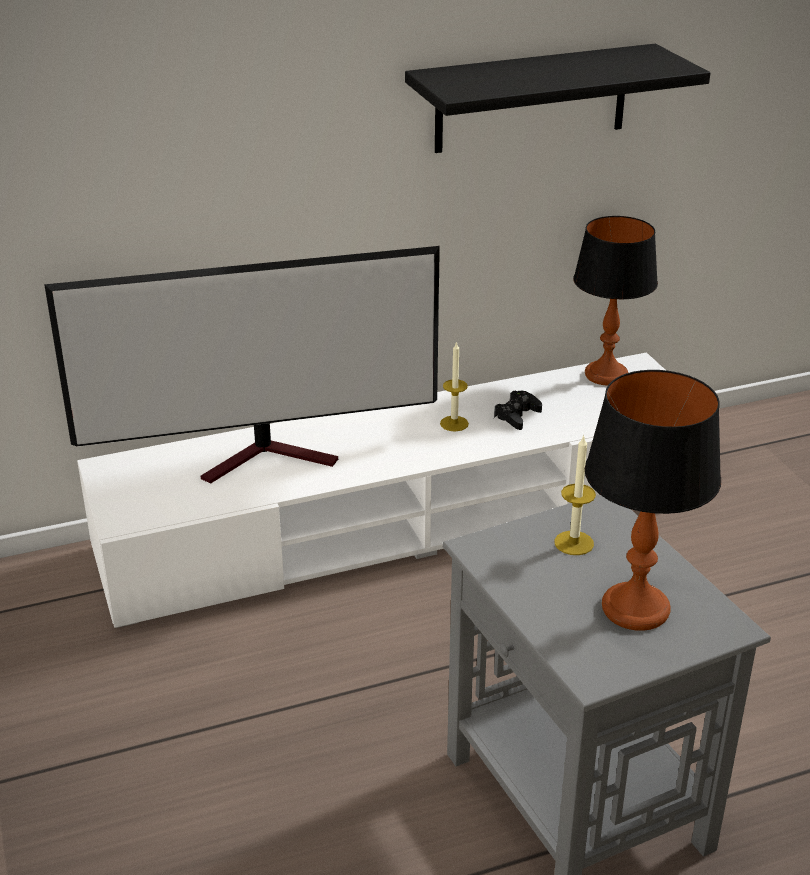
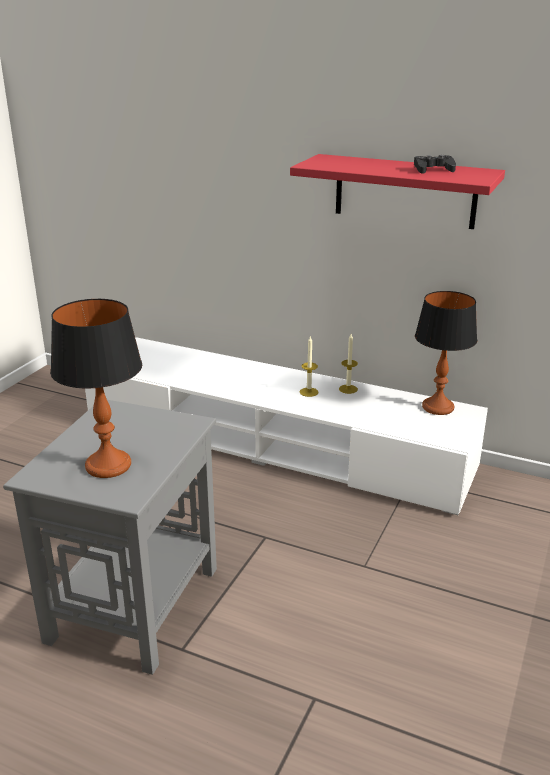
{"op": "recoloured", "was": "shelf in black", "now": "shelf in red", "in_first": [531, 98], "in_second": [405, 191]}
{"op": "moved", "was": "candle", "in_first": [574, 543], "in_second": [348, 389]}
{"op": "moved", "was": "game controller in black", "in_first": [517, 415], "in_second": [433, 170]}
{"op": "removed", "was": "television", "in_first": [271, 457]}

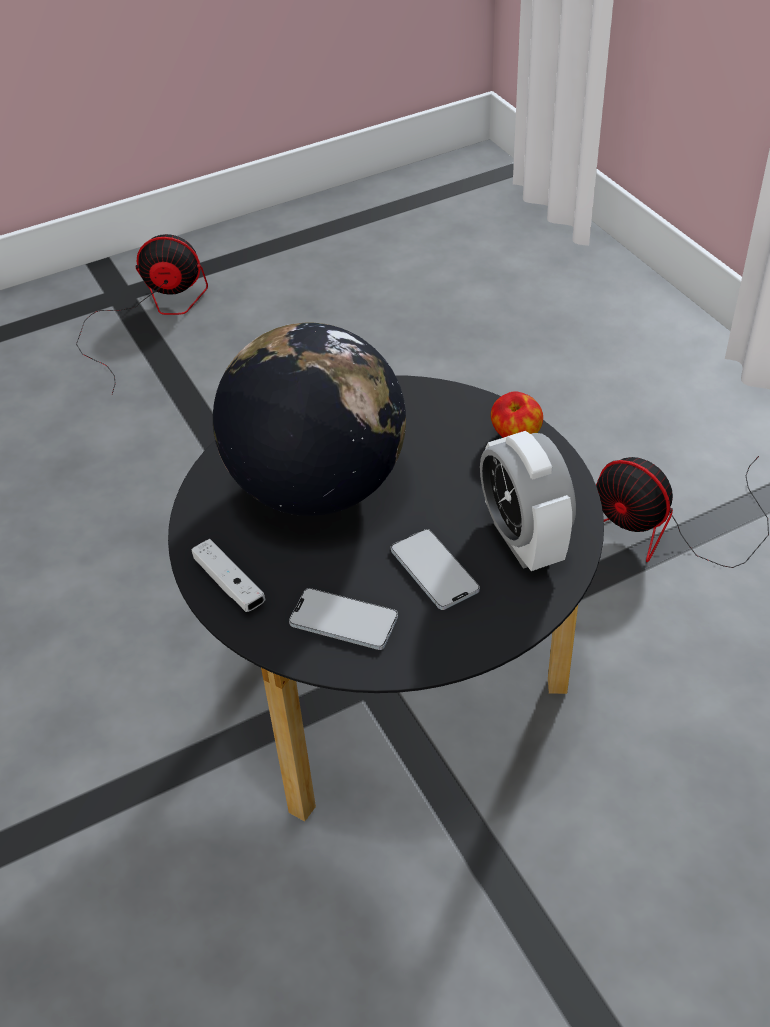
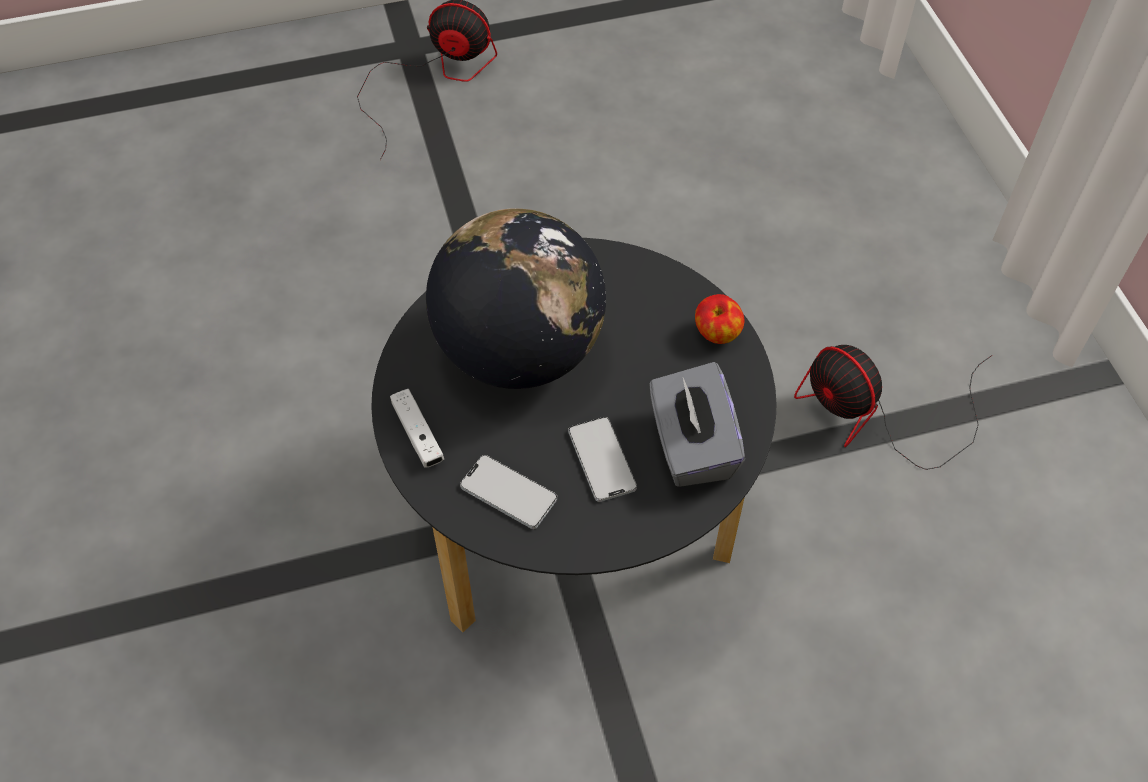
{"op": "replaced", "was": "alarm clock", "now": "tissue box in grey", "in_first": [523, 540], "in_second": [691, 446]}

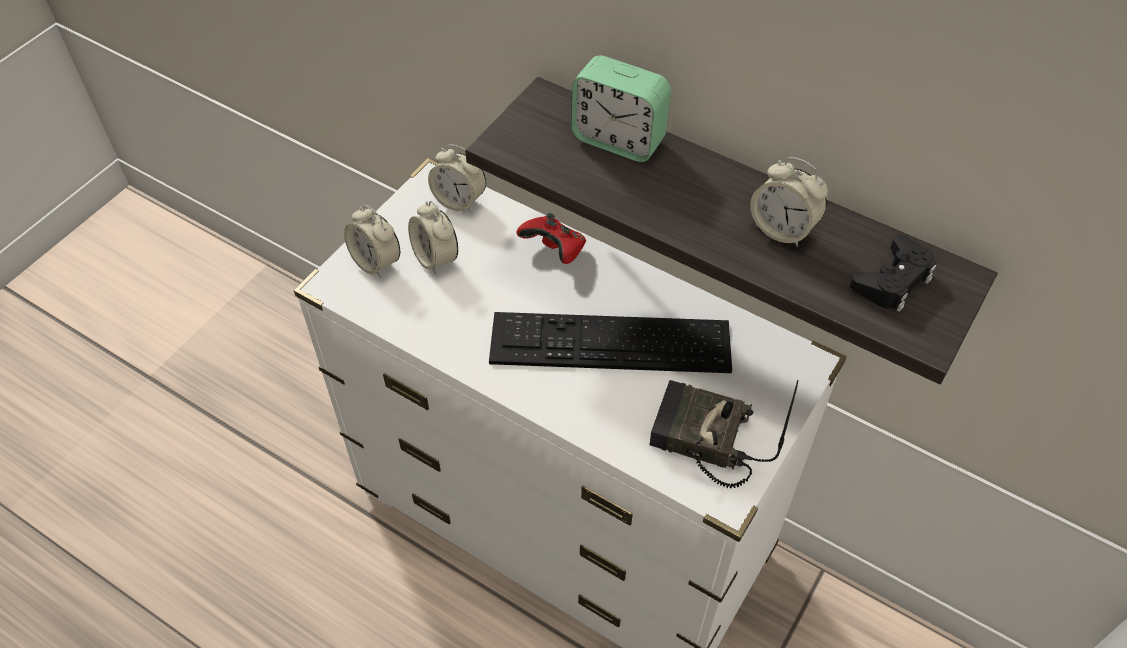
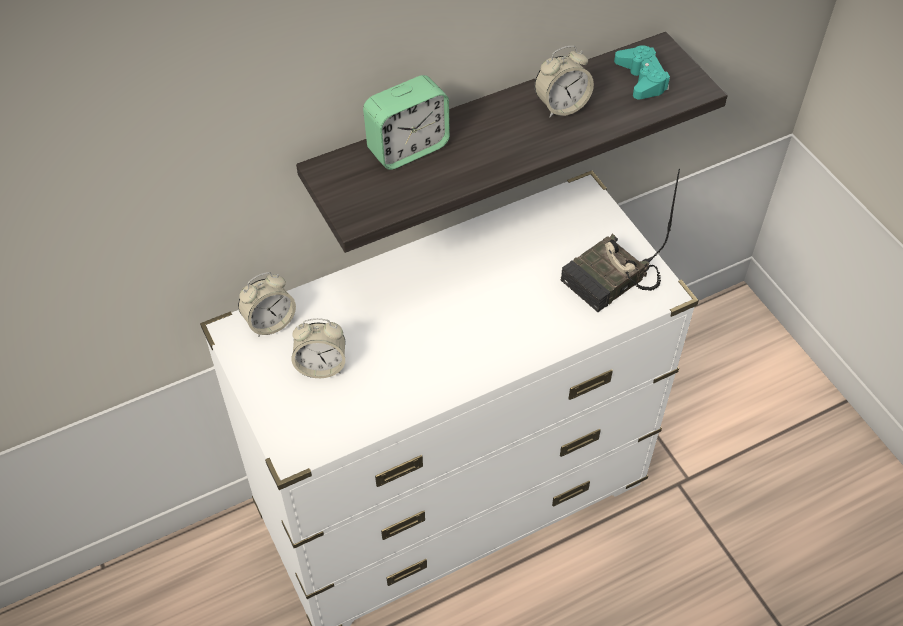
{"op": "recoloured", "was": "game controller in black", "now": "game controller in turquoise", "in_first": [893, 280], "in_second": [642, 78]}
{"op": "removed", "was": "alarm clock", "in_first": [376, 262]}
{"op": "removed", "was": "keyboard", "in_first": [610, 342]}
{"op": "removed", "was": "game controller in red", "in_first": [555, 249]}

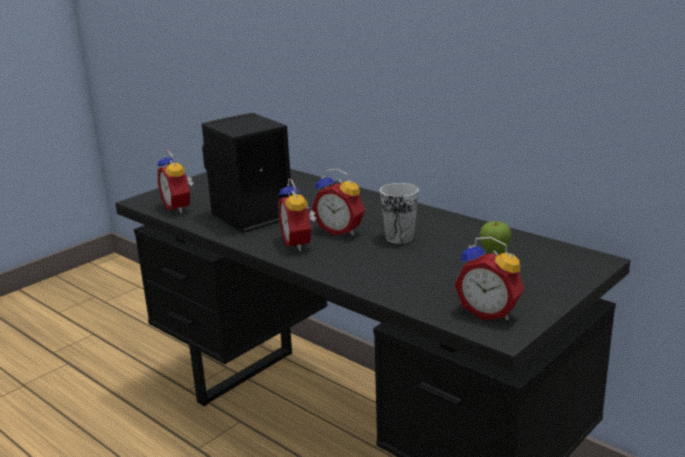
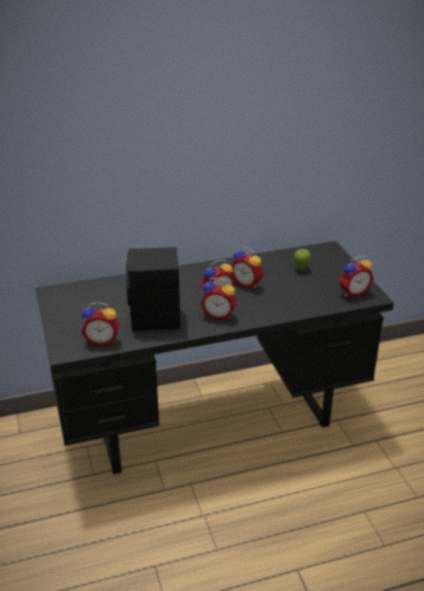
{"op": "replaced", "was": "cup", "now": "alarm clock", "in_first": [399, 238], "in_second": [247, 283]}

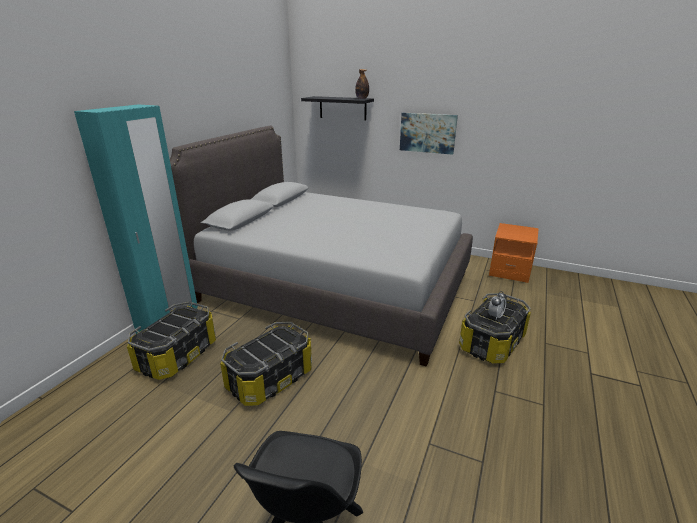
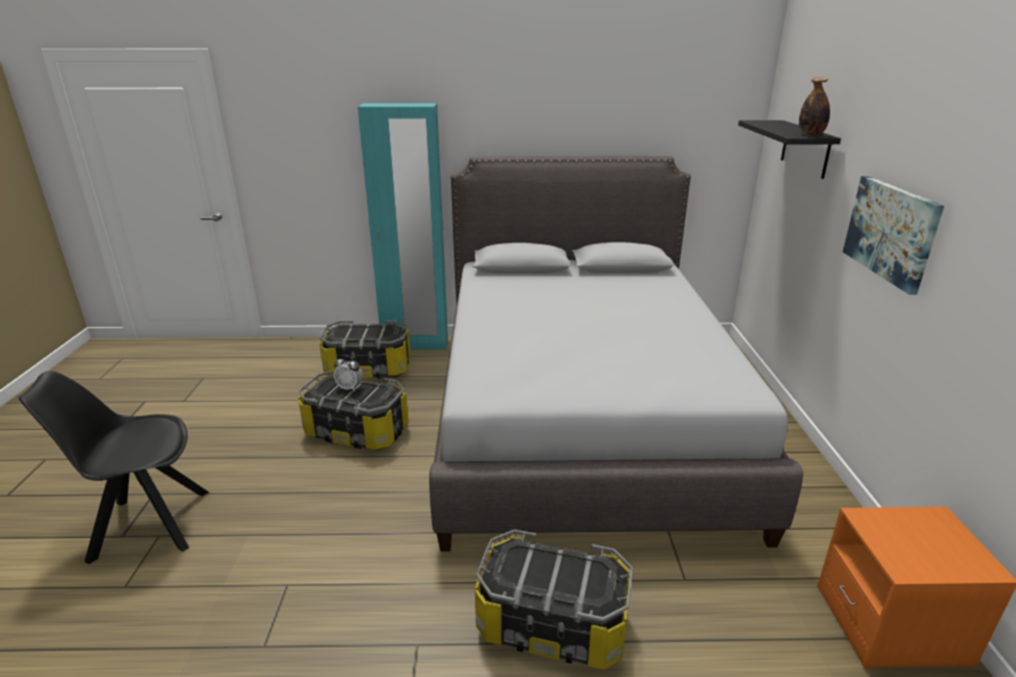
{"op": "moved", "was": "alarm clock", "in_first": [495, 316], "in_second": [349, 387]}

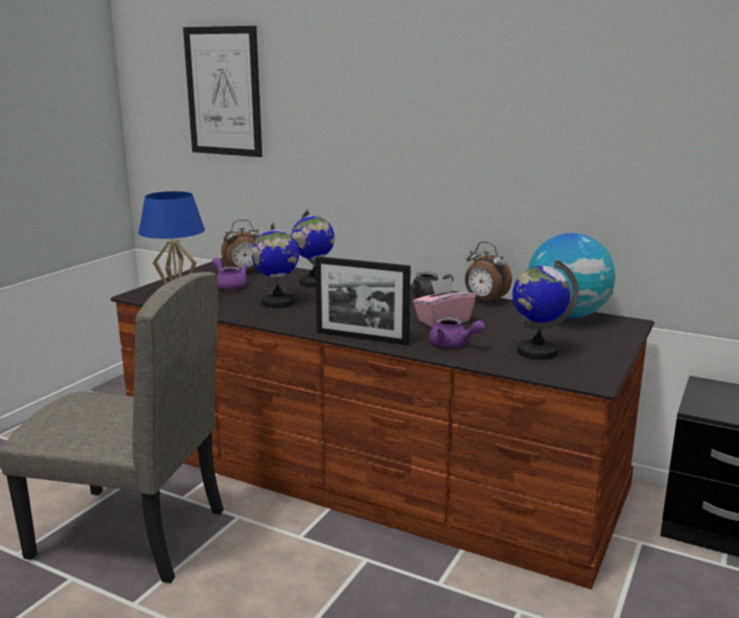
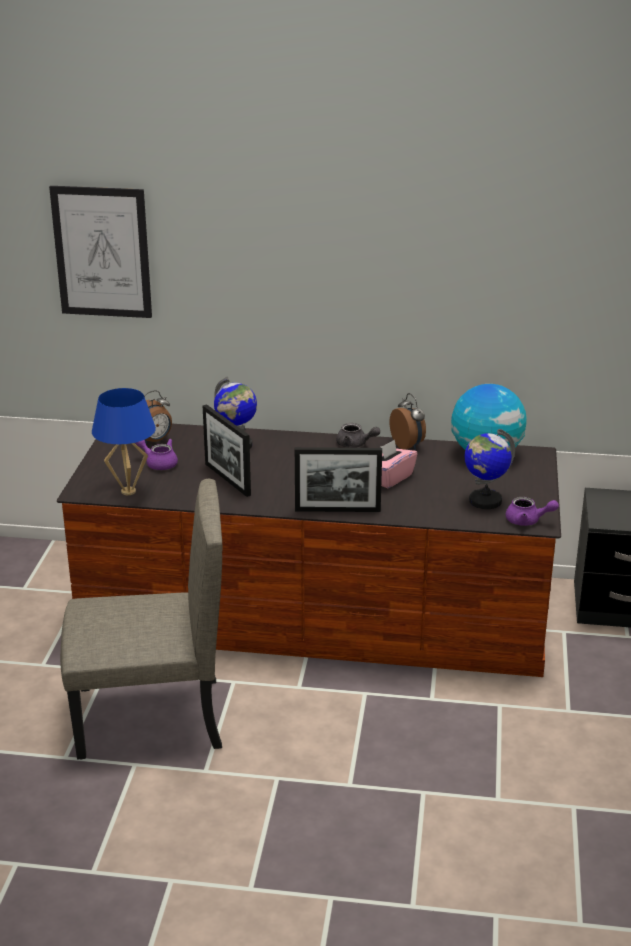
{"op": "replaced", "was": "globe", "now": "picture frame", "in_first": [277, 302], "in_second": [227, 479]}
{"op": "turned", "was": "alarm clock", "in_first": [484, 301], "in_second": [408, 445], "clockwise": -135}
{"op": "moved", "was": "teapot in purple", "in_first": [453, 344], "in_second": [527, 521]}

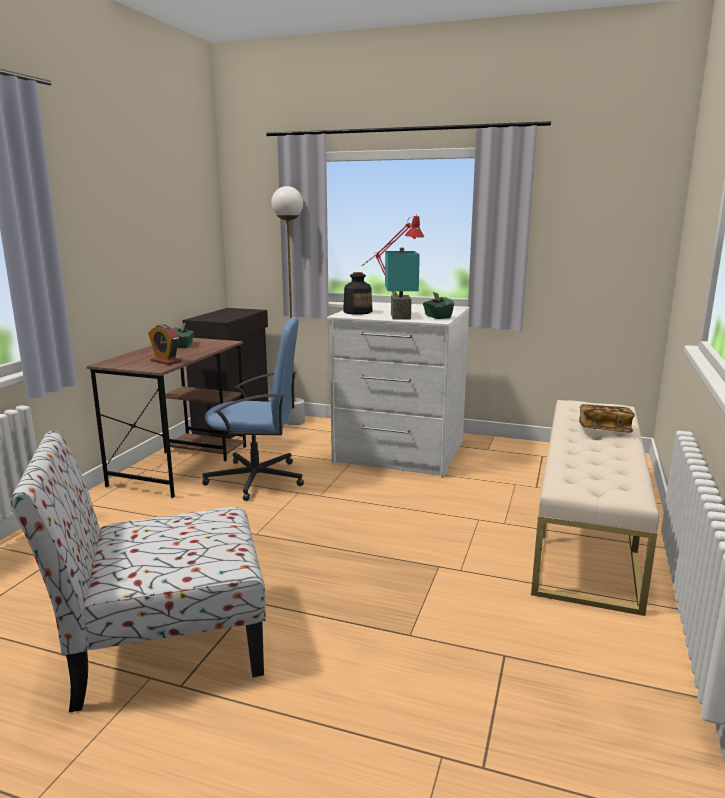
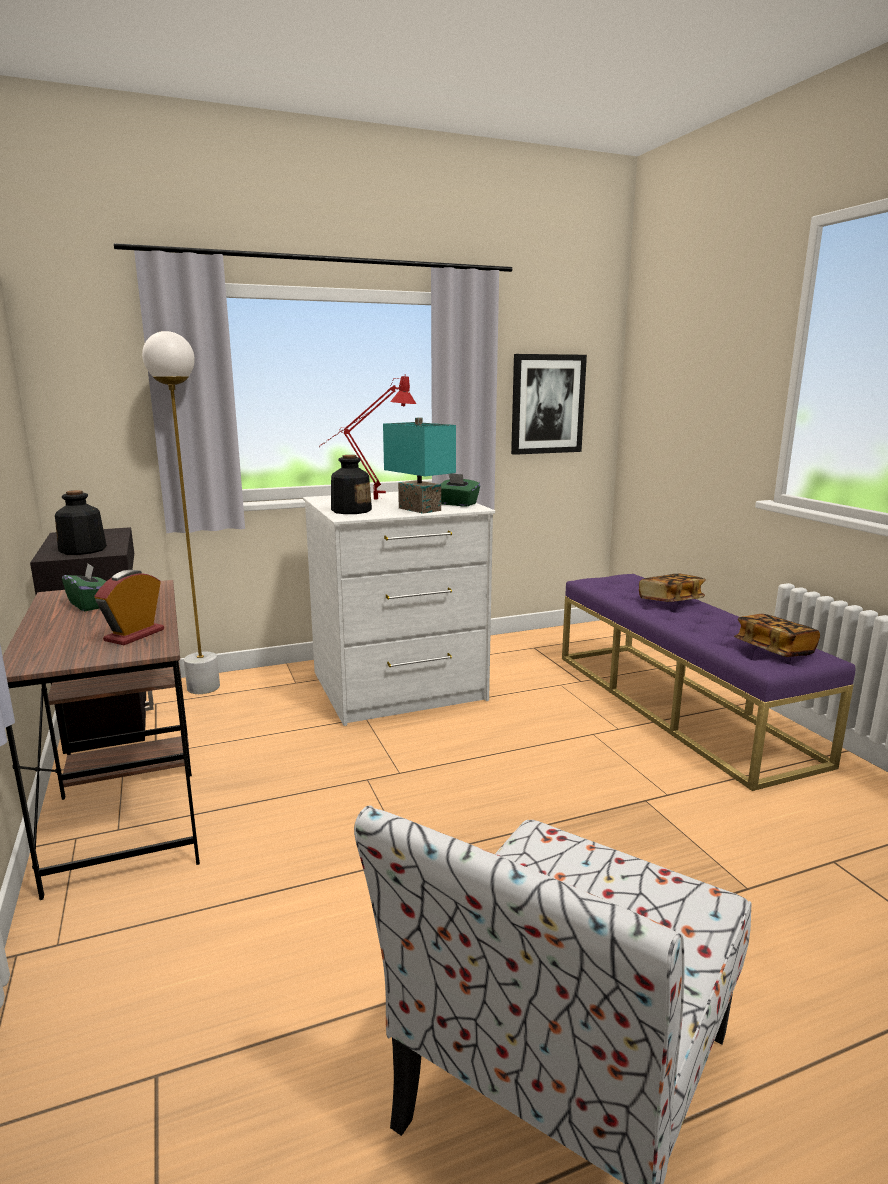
{"op": "added", "now": "bottle", "in_second": [83, 550]}
{"op": "turned", "was": "alarm clock", "in_first": [165, 361], "in_second": [134, 635], "clockwise": 120}
{"op": "added", "now": "picture", "in_second": [547, 404]}
{"op": "recoloured", "was": "bench in beige", "now": "bench in purple", "in_first": [587, 526], "in_second": [678, 705]}
{"op": "added", "now": "book", "in_second": [774, 650]}
{"op": "removed", "was": "office chair in blue", "in_first": [257, 479]}

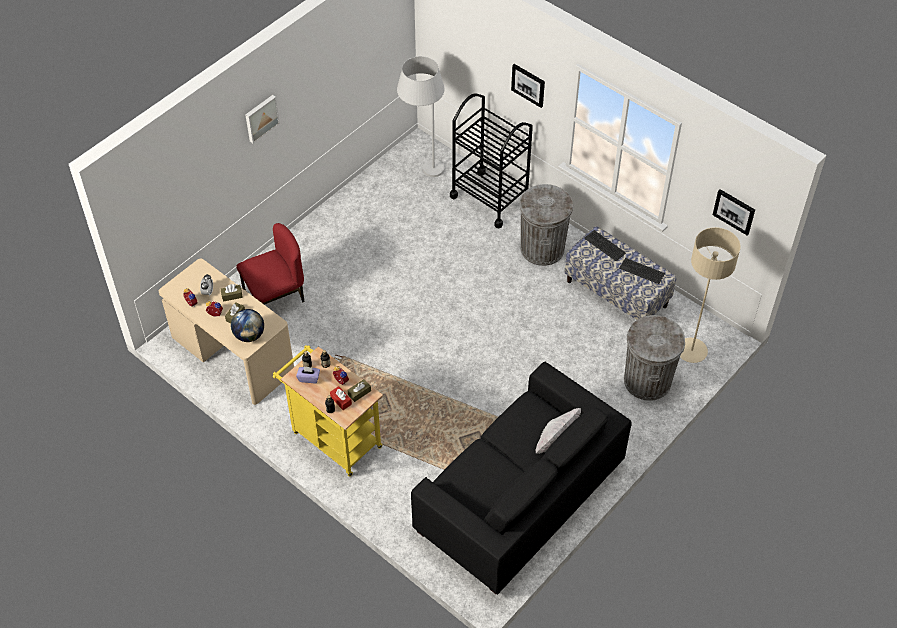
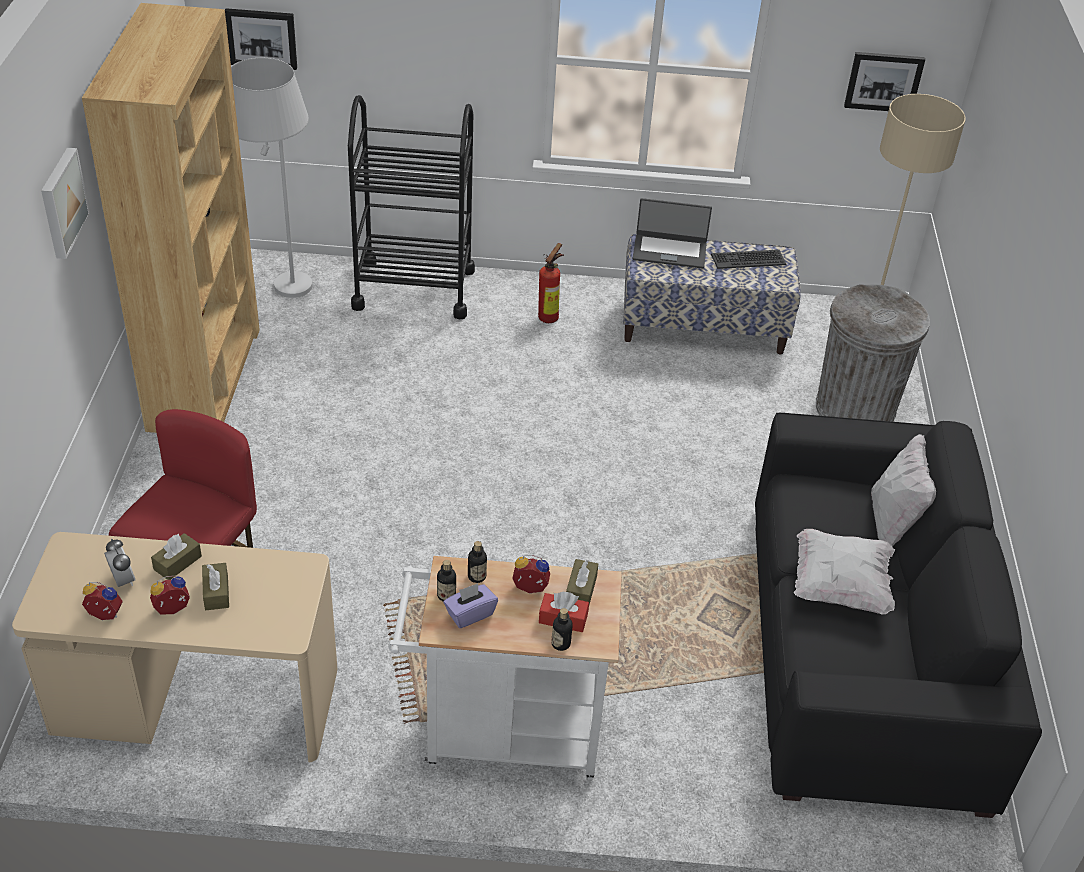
{"op": "added", "now": "bookcase in brown", "in_second": [205, 378]}
{"op": "moved", "was": "picture", "in_first": [528, 85], "in_second": [261, 38]}
{"op": "recoloured", "was": "cart in yellow", "now": "cart in white", "in_first": [332, 437], "in_second": [501, 734]}
{"op": "replaced", "was": "trash can in grey", "now": "fire extinguisher", "in_first": [542, 248], "in_second": [550, 317]}
{"op": "replaced", "was": "keyboard", "now": "laptop", "in_first": [605, 245], "in_second": [669, 251]}
{"op": "added", "now": "pillow in white", "in_second": [839, 586]}
{"op": "removed", "was": "globe", "in_first": [249, 335]}

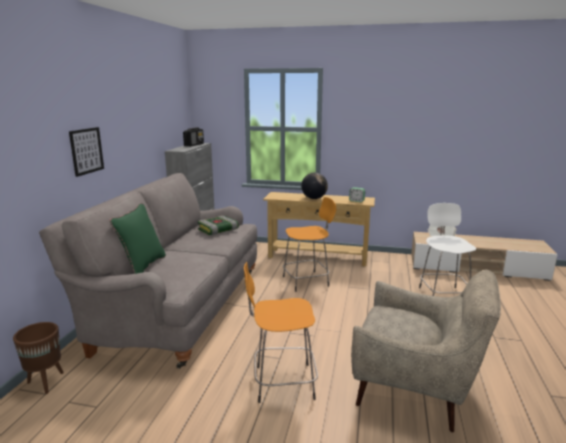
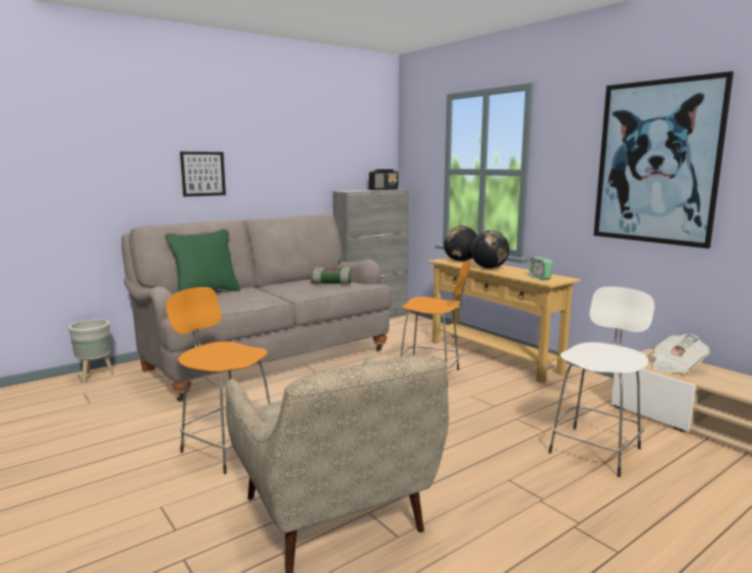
{"op": "recoloured", "was": "planter in brown", "now": "planter in grey", "in_first": [46, 382], "in_second": [95, 376]}
{"op": "added", "now": "globe", "in_second": [460, 261]}
{"op": "added", "now": "picture", "in_second": [656, 162]}

